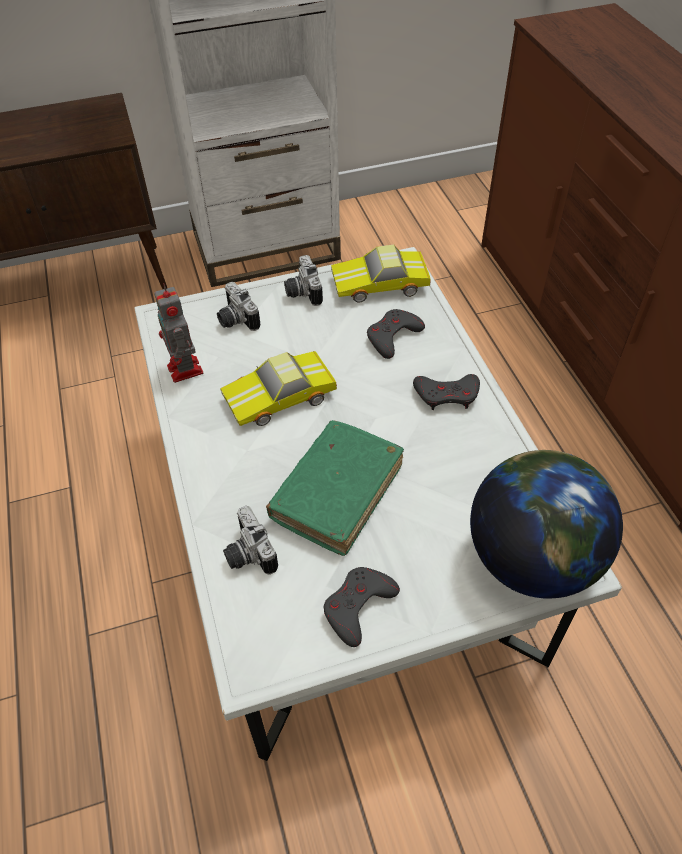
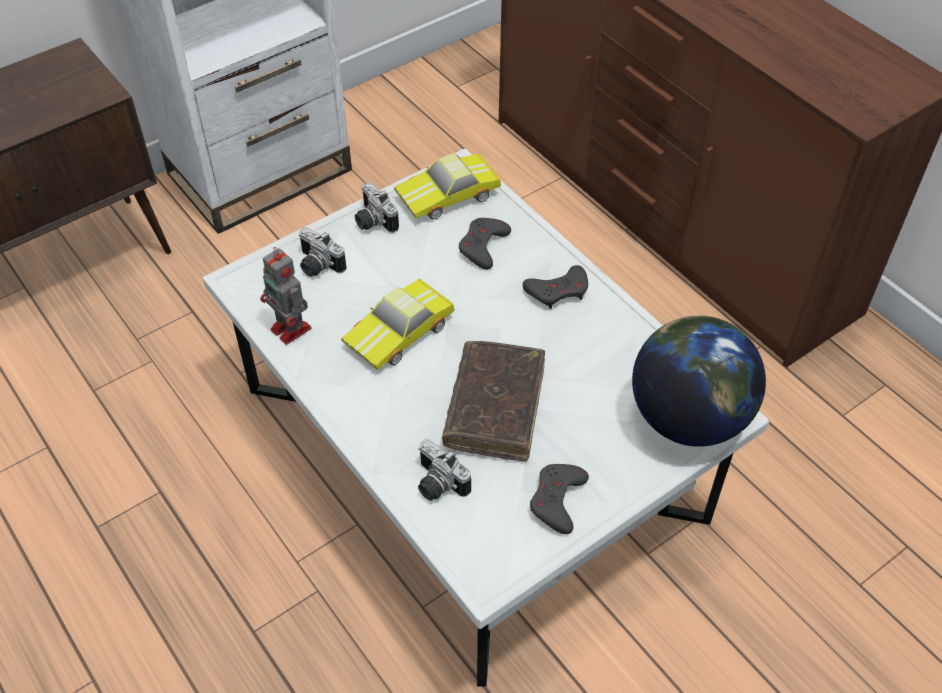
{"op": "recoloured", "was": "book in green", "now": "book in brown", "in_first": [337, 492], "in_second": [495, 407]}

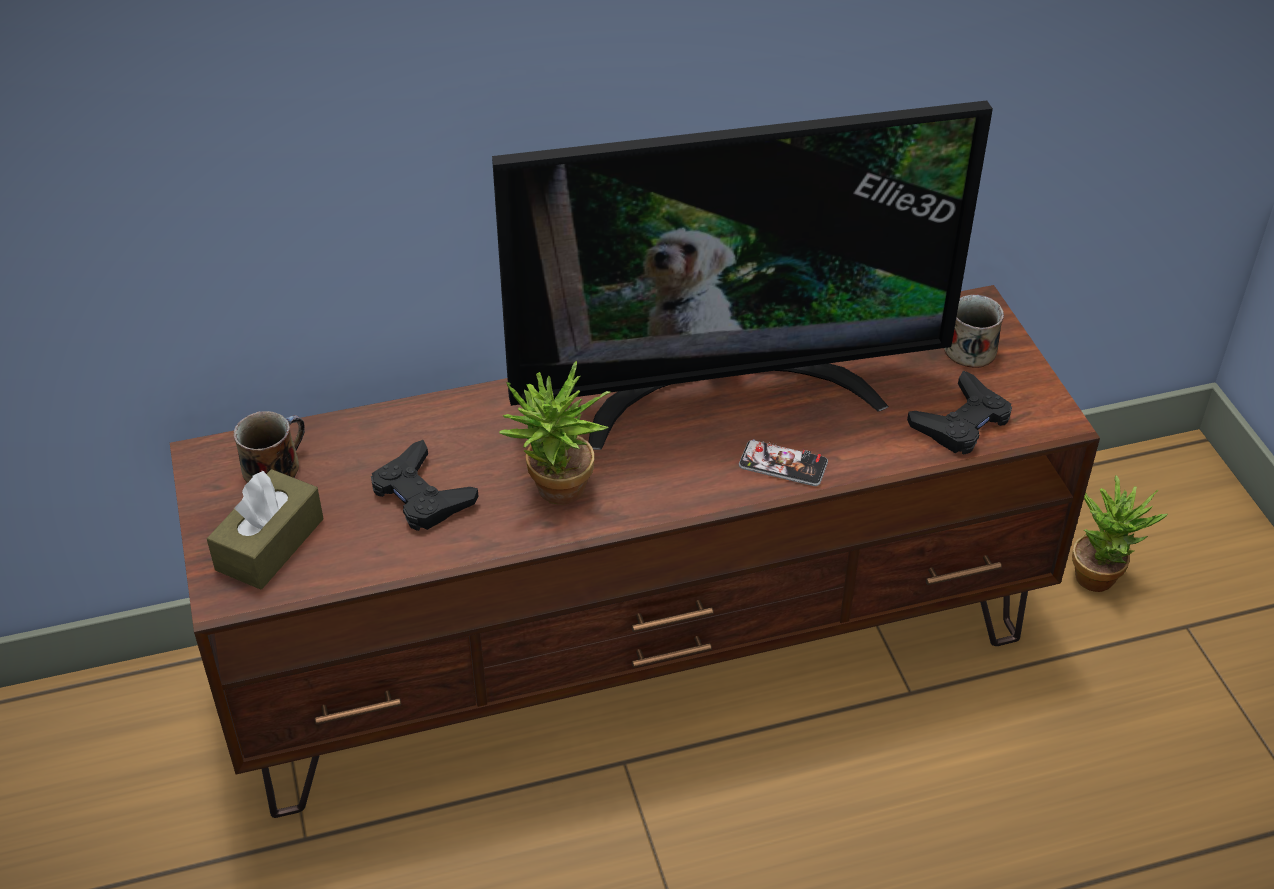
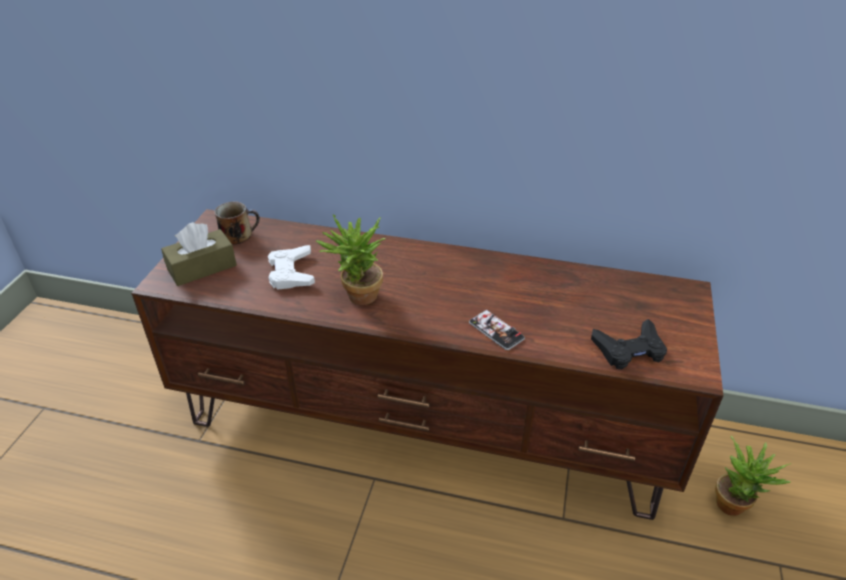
{"op": "recoloured", "was": "game controller in black", "now": "game controller in white", "in_first": [421, 495], "in_second": [291, 272]}
{"op": "removed", "was": "television", "in_first": [727, 391]}
{"op": "removed", "was": "mug", "in_first": [966, 349]}

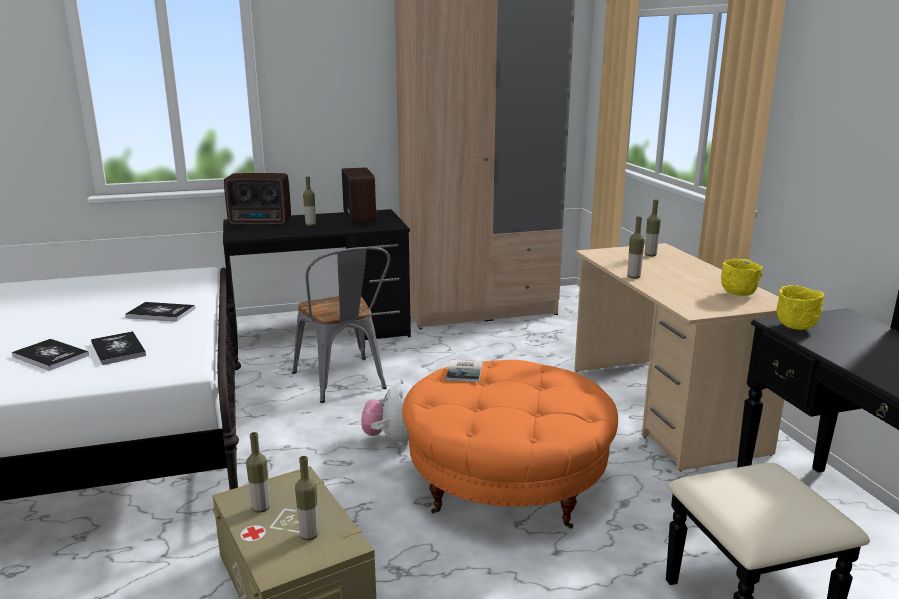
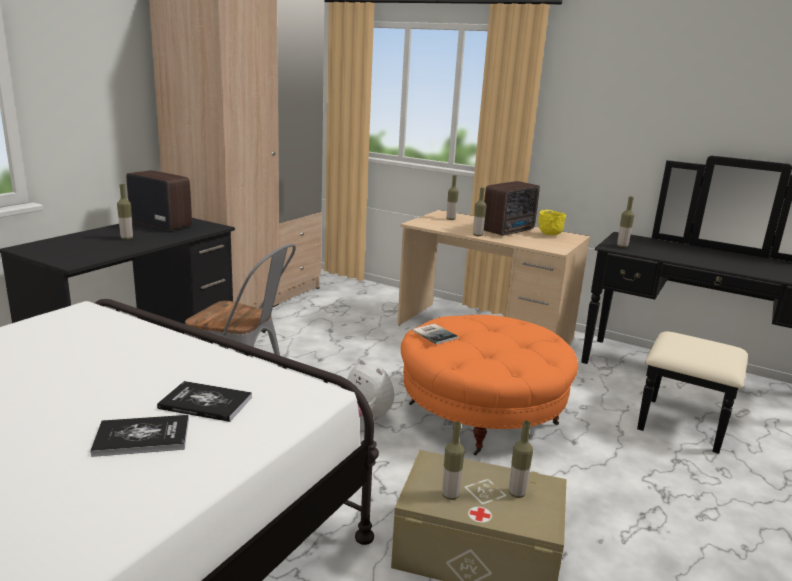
{"op": "moved", "was": "radio", "in_first": [261, 223], "in_second": [509, 231]}
{"op": "replaced", "was": "bowl in yellow", "now": "bottle", "in_first": [796, 327], "in_second": [622, 246]}
{"op": "removed", "was": "book", "in_first": [161, 313]}

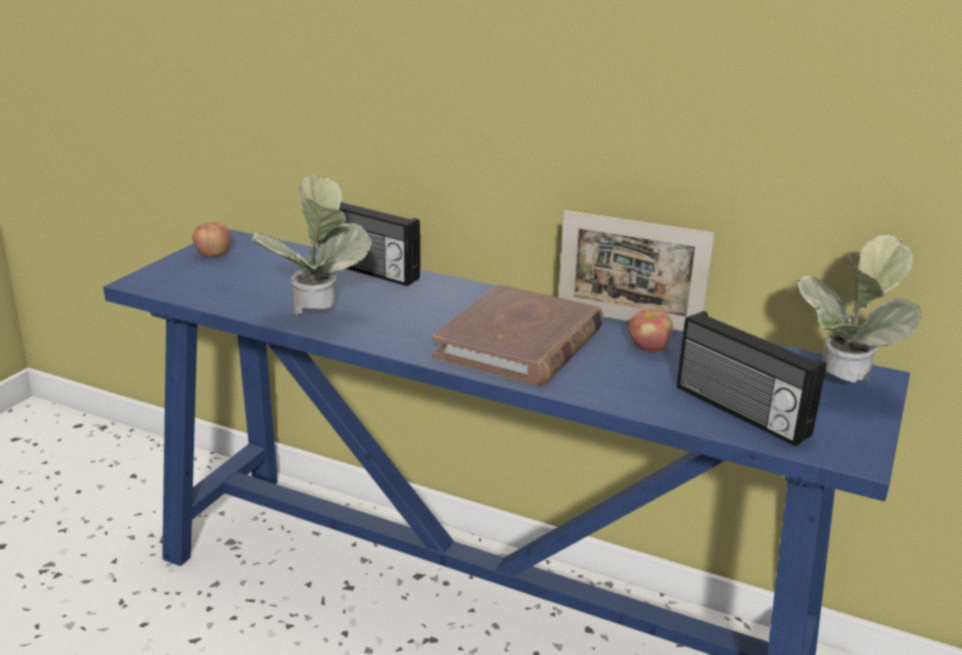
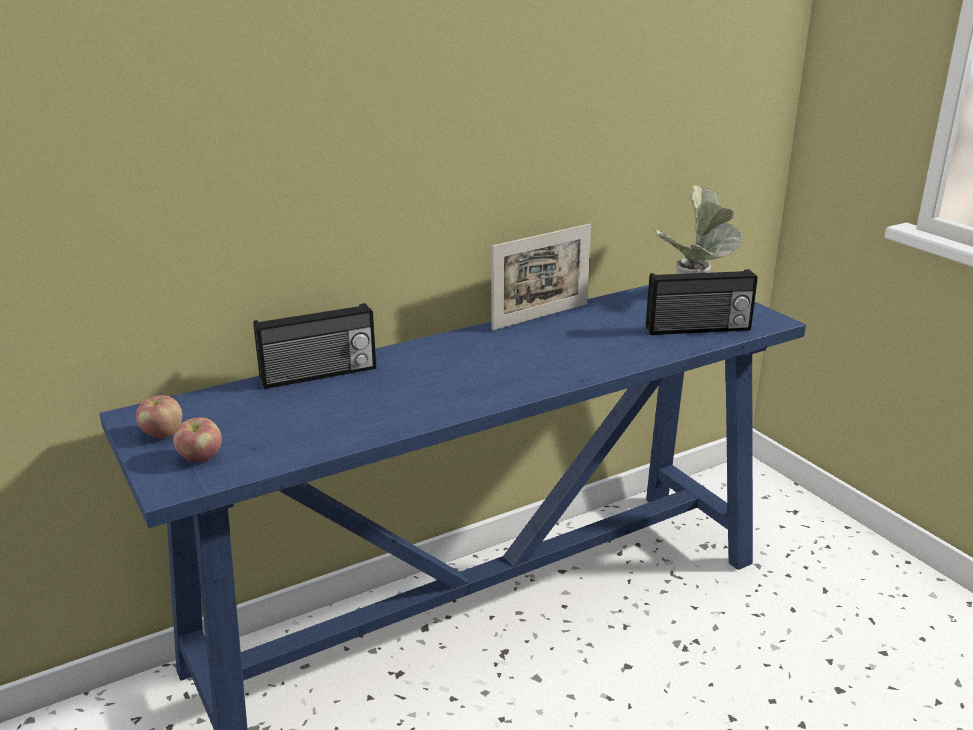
{"op": "moved", "was": "apple", "in_first": [648, 348], "in_second": [200, 458]}
{"op": "removed", "was": "potted plant", "in_first": [317, 317]}
{"op": "removed", "was": "book in brown", "in_first": [520, 343]}

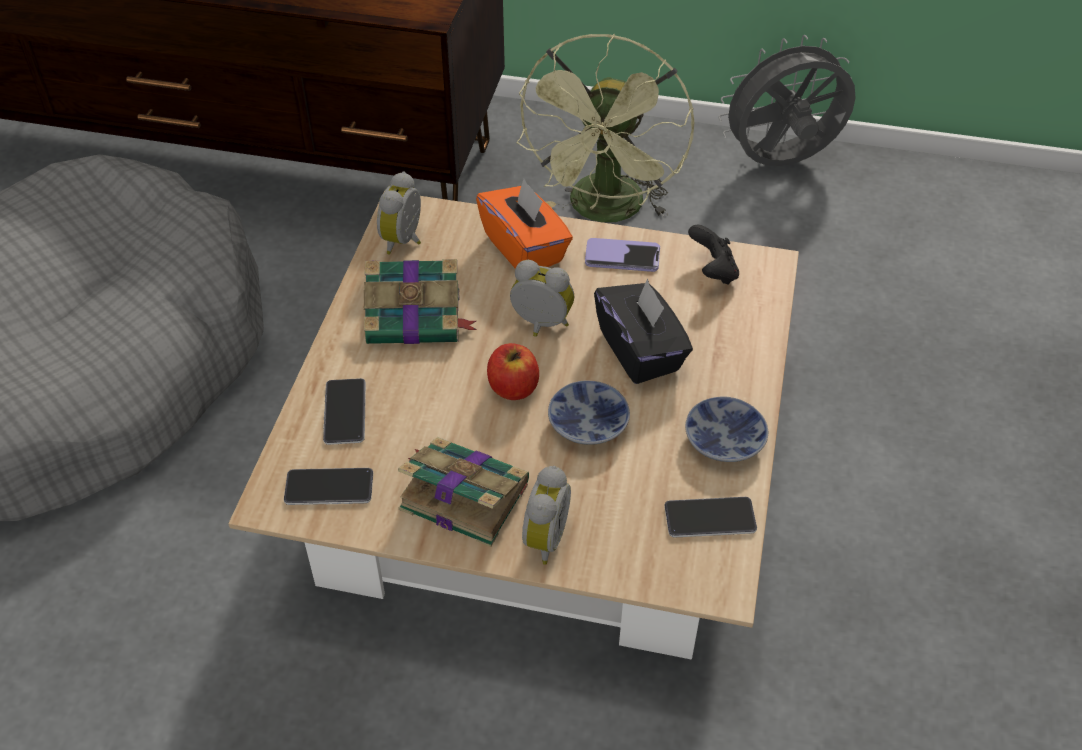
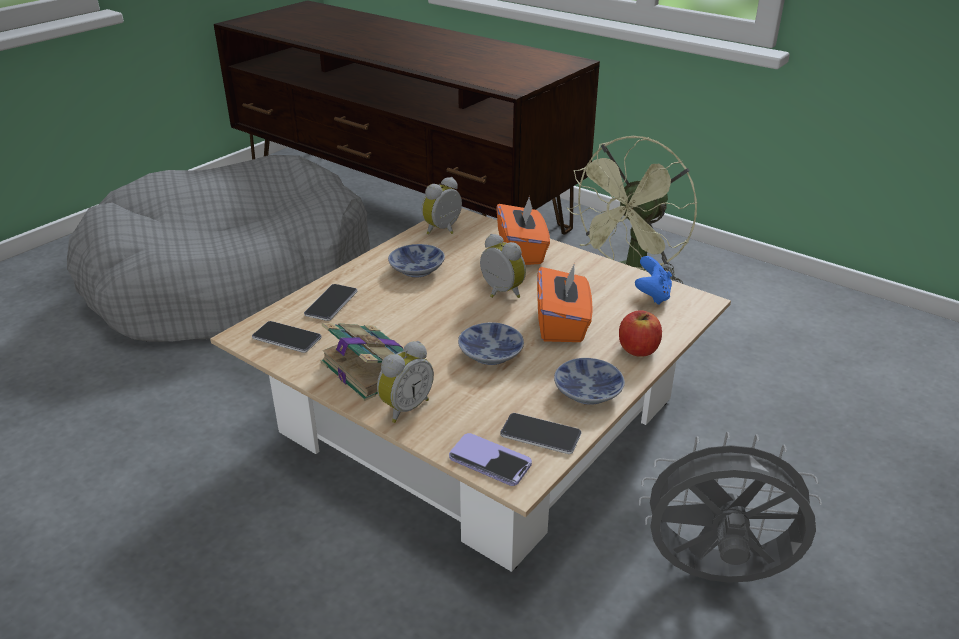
{"op": "replaced", "was": "book", "now": "bowl", "in_first": [416, 318], "in_second": [419, 269]}
{"op": "moved", "was": "phone", "in_first": [622, 257], "in_second": [490, 461]}
{"op": "recoloured", "was": "tissue box in black", "now": "tissue box in orange", "in_first": [640, 351], "in_second": [562, 324]}
{"op": "moved", "was": "apple", "in_first": [513, 387], "in_second": [638, 349]}
{"op": "recoloured", "was": "game controller in black", "now": "game controller in blue", "in_first": [713, 272], "in_second": [652, 295]}
{"op": "moved", "was": "fan in grey", "in_first": [781, 163], "in_second": [715, 575]}

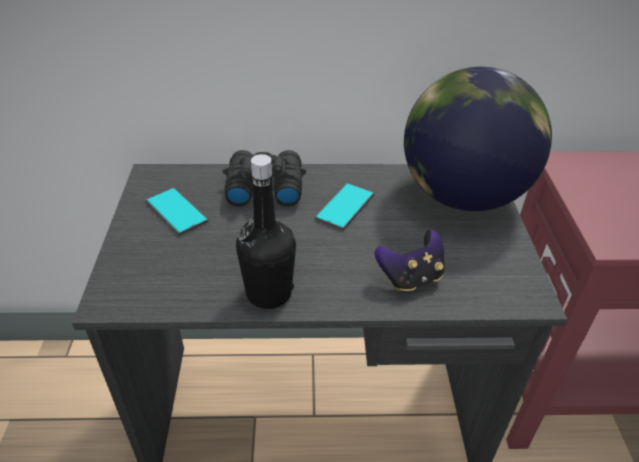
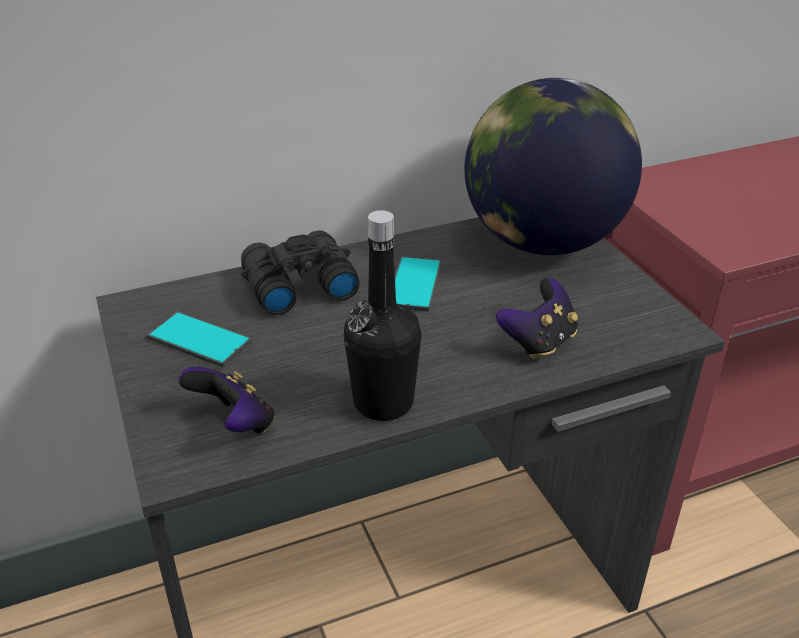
{"op": "added", "now": "game controller", "in_second": [235, 424]}

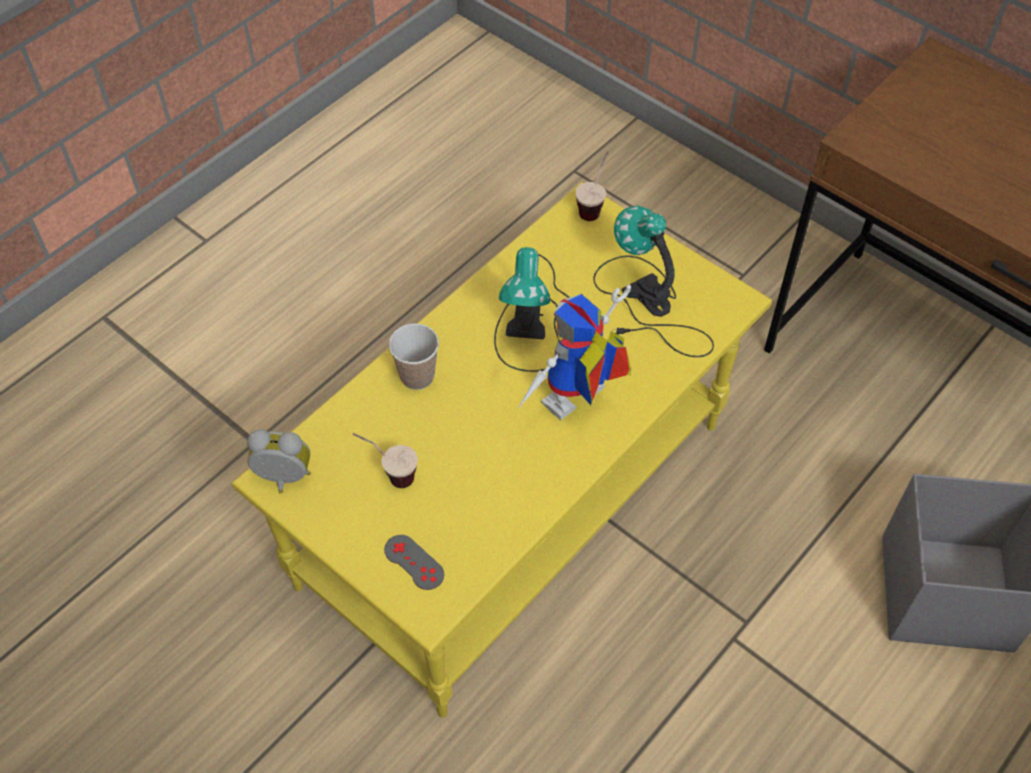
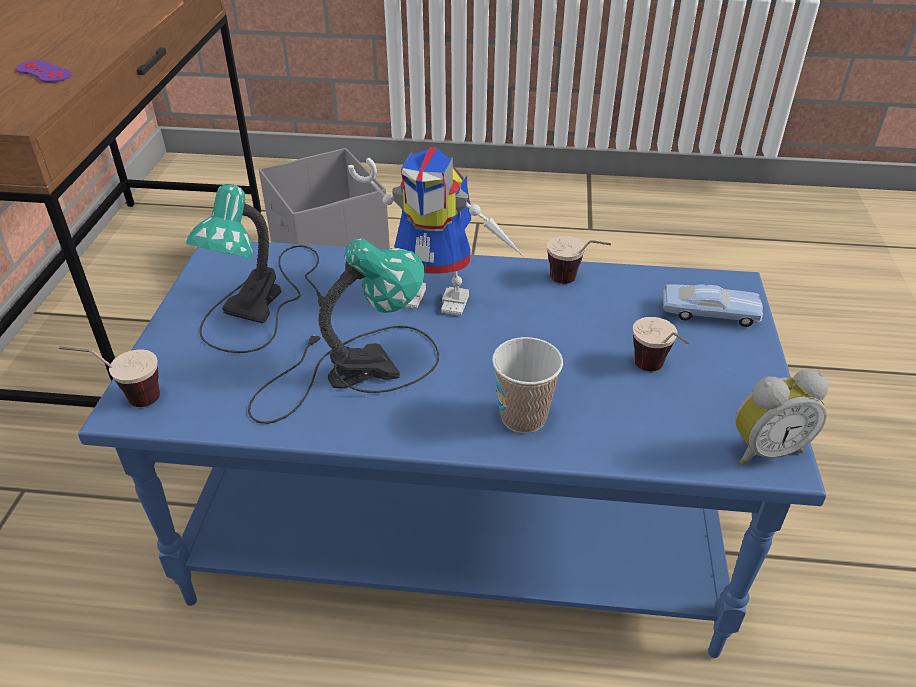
{"op": "added", "now": "game controller in purple", "in_second": [43, 72]}
{"op": "recoloured", "was": "coffee table in yellow", "now": "coffee table in blue", "in_first": [515, 508], "in_second": [461, 524]}
{"op": "added", "now": "cup", "in_second": [575, 283]}
{"op": "replaced", "was": "game controller in grey", "now": "toy car in blue", "in_first": [414, 562], "in_second": [710, 313]}
{"op": "turned", "was": "alarm clock", "in_first": [283, 479], "in_second": [764, 449], "clockwise": -75}

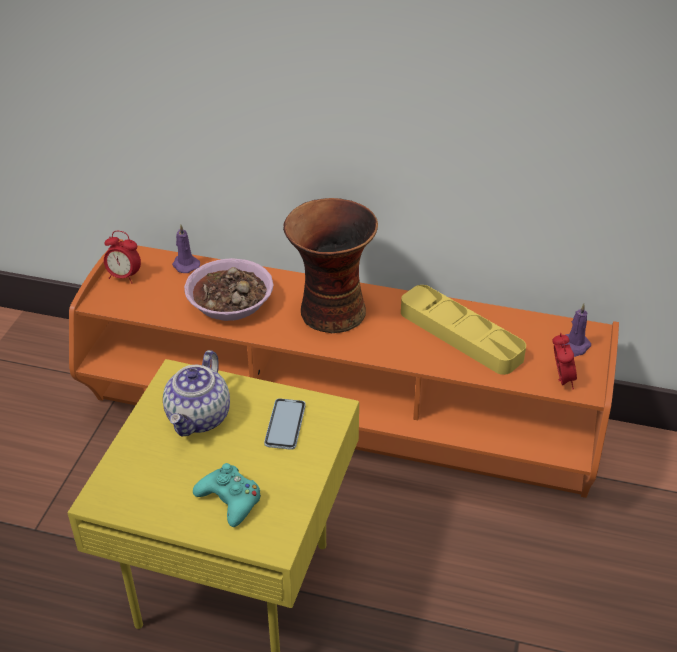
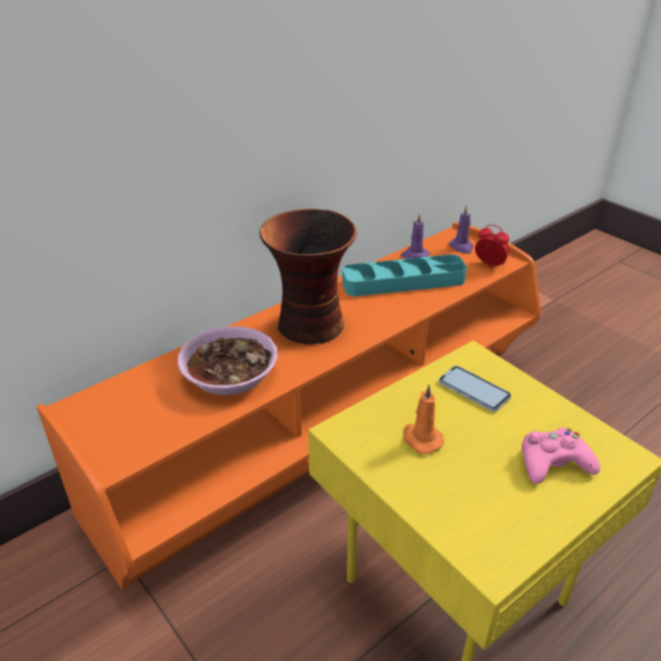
{"op": "recoloured", "was": "tray in yellow", "now": "tray in turquoise", "in_first": [460, 335], "in_second": [403, 281]}
{"op": "moved", "was": "candle in purple", "in_first": [185, 265], "in_second": [414, 255]}
{"op": "replaced", "was": "teapot", "now": "candle in orange", "in_first": [199, 418], "in_second": [421, 439]}
{"op": "recoloured", "was": "game controller in turquoise", "now": "game controller in pink", "in_first": [230, 500], "in_second": [553, 463]}
{"op": "removed", "was": "alarm clock", "in_first": [124, 277]}

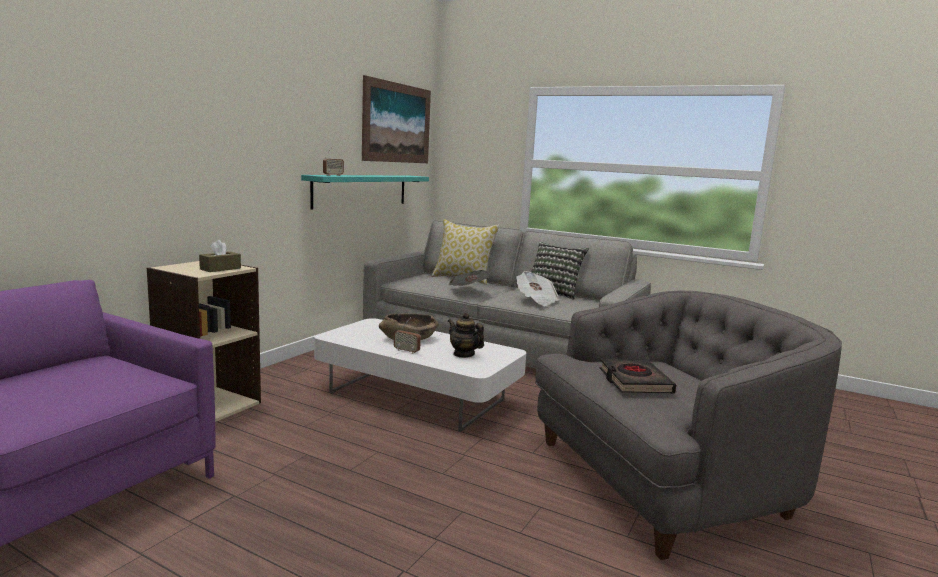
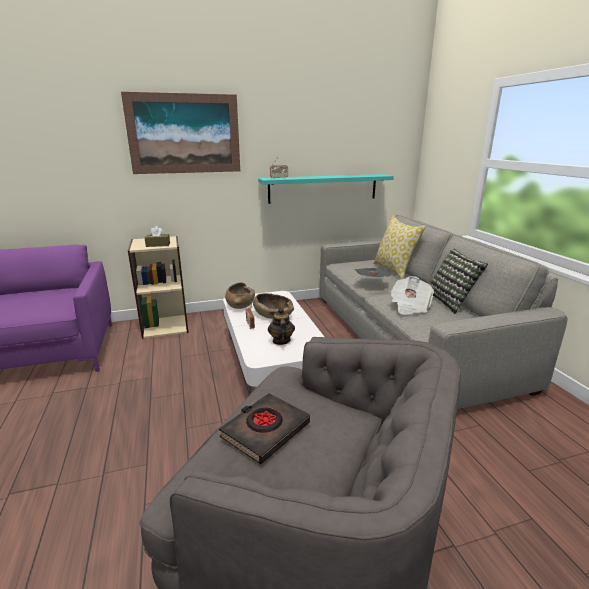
{"op": "moved", "was": "picture", "in_first": [397, 123], "in_second": [184, 134]}
{"op": "added", "now": "bowl in brown", "in_second": [240, 304]}

